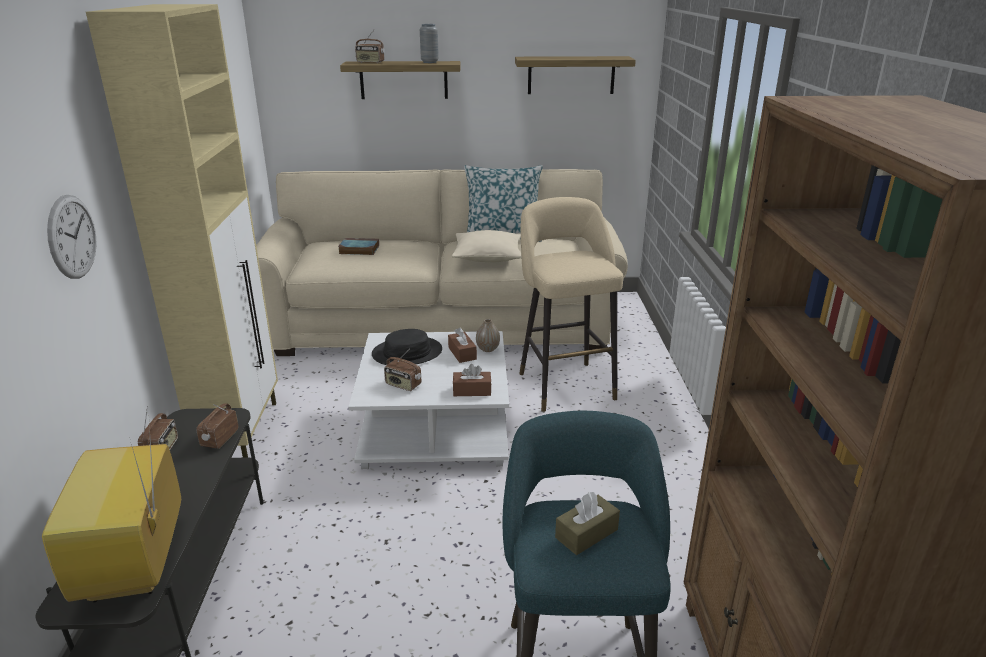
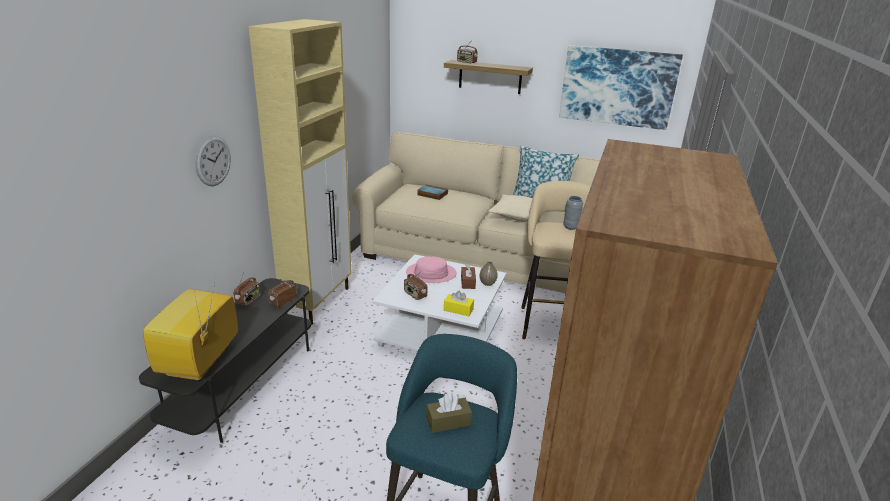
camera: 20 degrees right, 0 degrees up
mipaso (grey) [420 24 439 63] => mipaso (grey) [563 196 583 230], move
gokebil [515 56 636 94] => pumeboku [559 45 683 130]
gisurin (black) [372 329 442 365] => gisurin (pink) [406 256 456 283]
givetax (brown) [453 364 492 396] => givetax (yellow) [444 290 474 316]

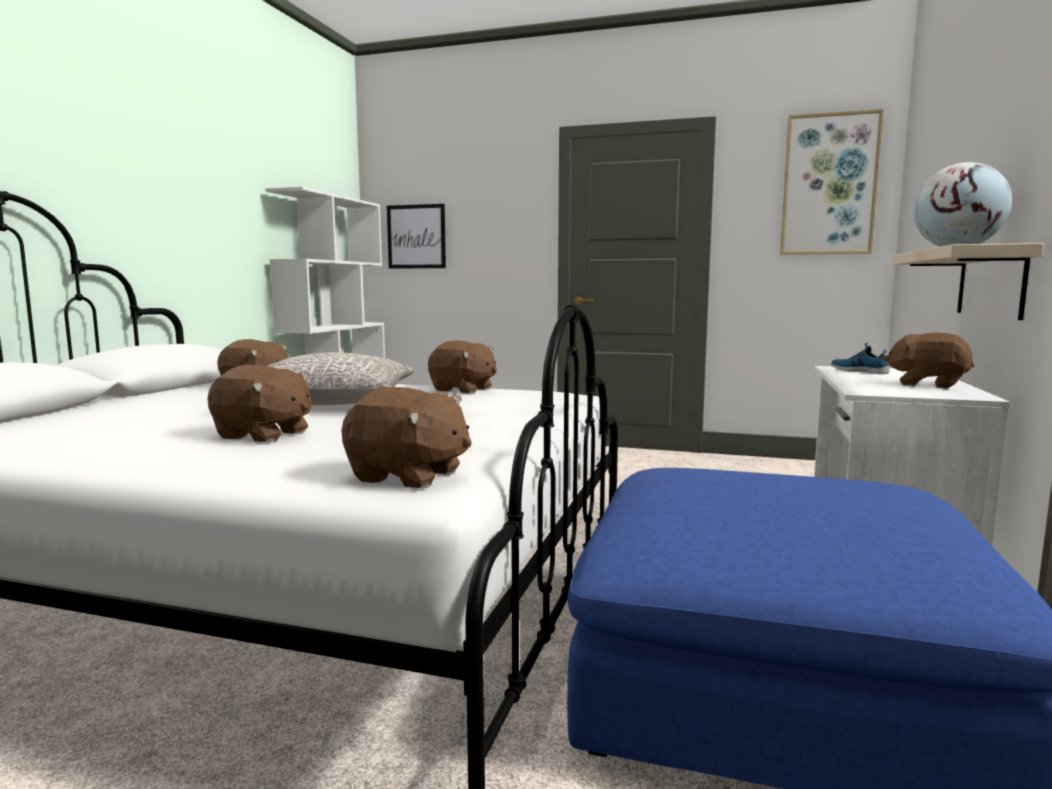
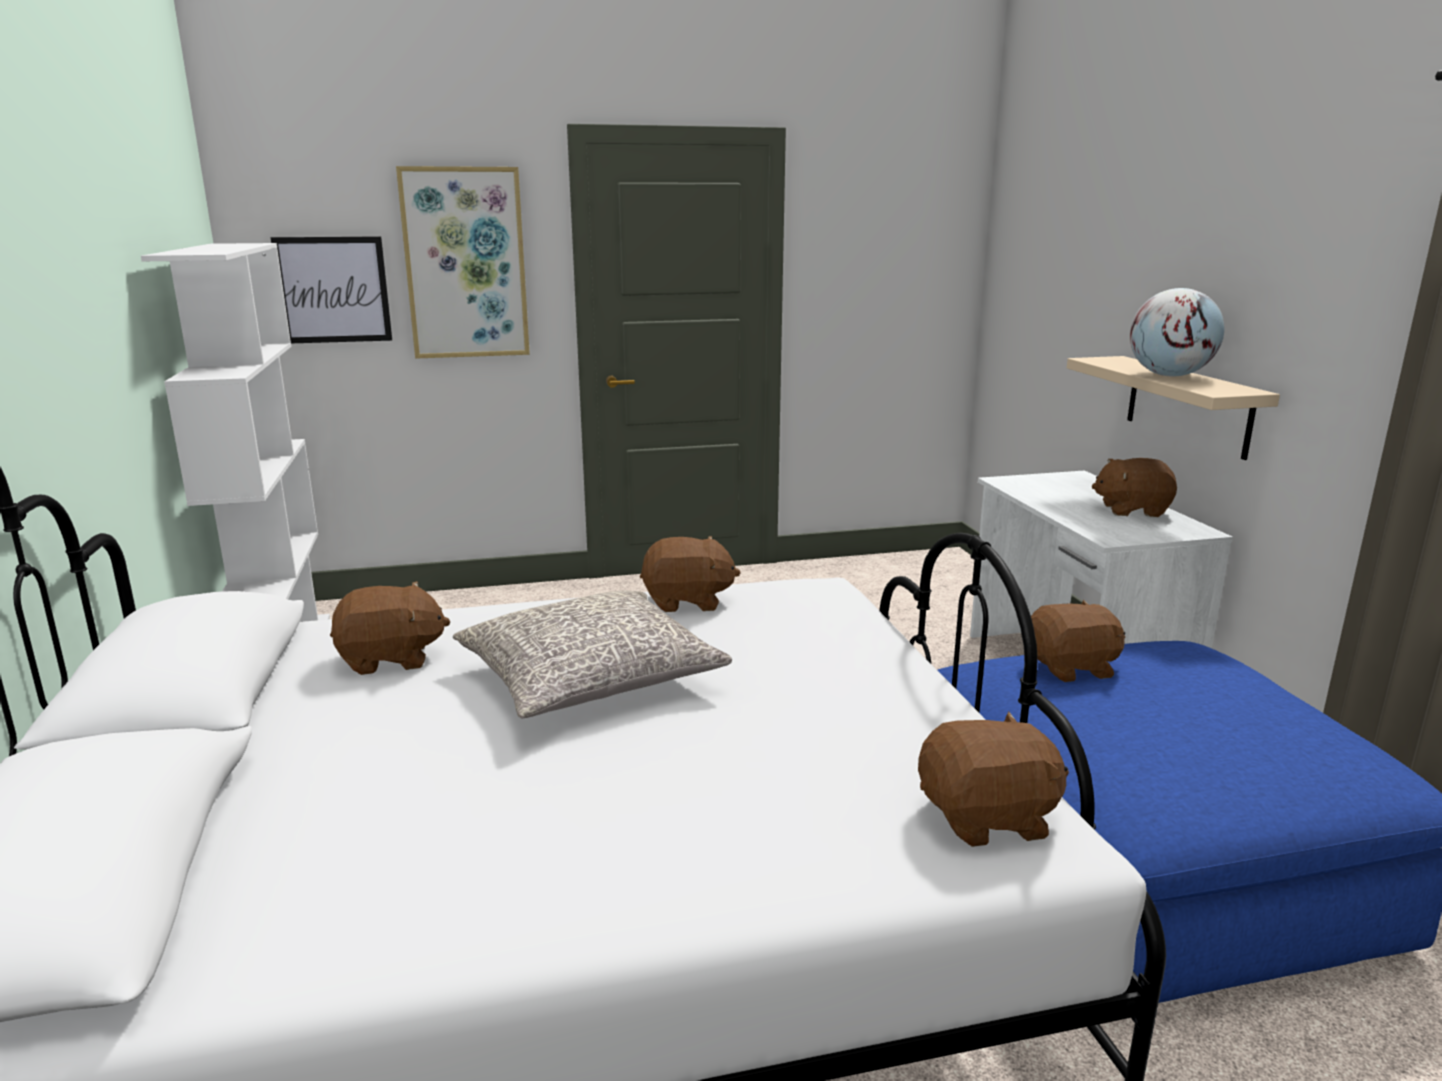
camera: 30 degrees left, 10 degrees up
pumeboku [780 109 884 255] => pumeboku [396 166 530 359], move
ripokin [831 343 890 374] => nothing
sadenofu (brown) [207 365 311 443] => sadenofu (brown) [1031 600 1125 682], move

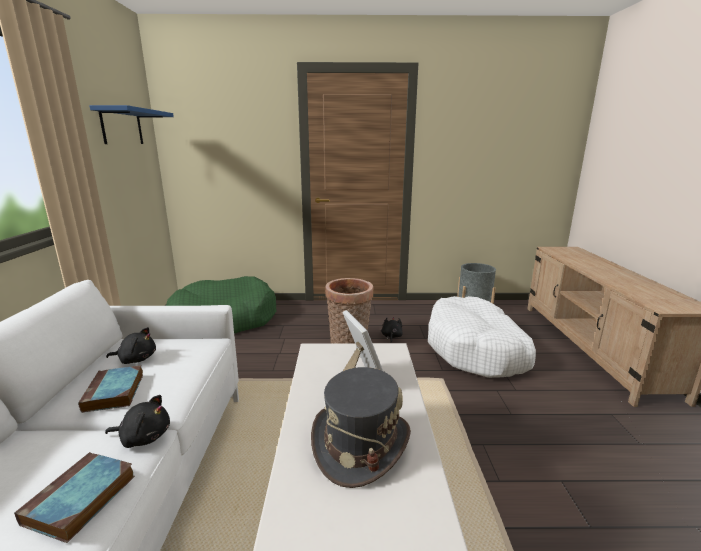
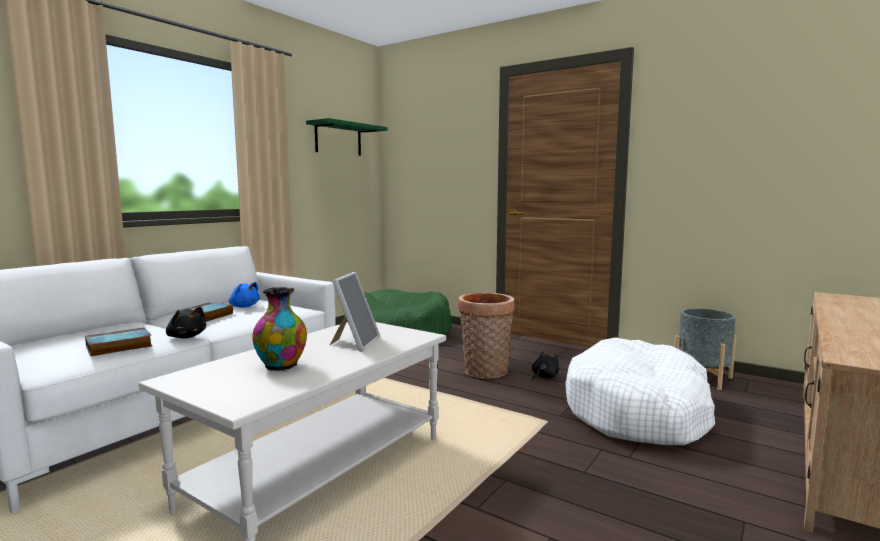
camera: 35 degrees right, 10 degrees down
gokebil (blue) [89 105 174 144] => gokebil (green) [306 118 387 156]
sadenofu (black) [106 327 156 364] => sadenofu (blue) [229 282 260 308]
gisurin (grey) [311 367 411 488] => mipaso [252 287 307 371]

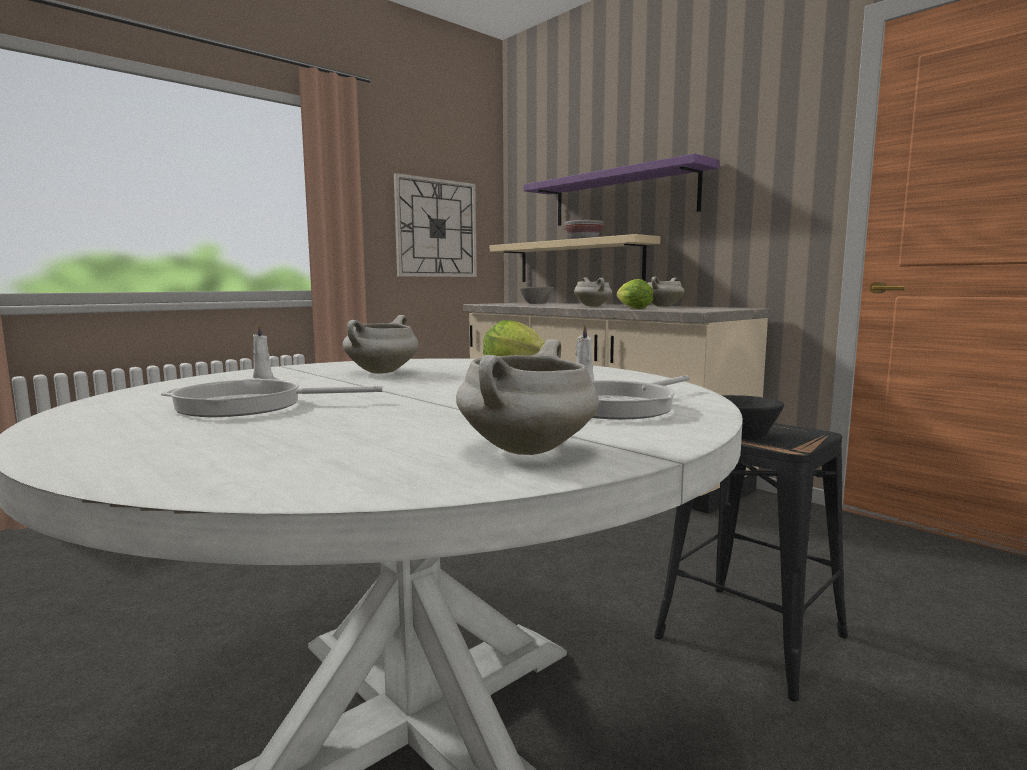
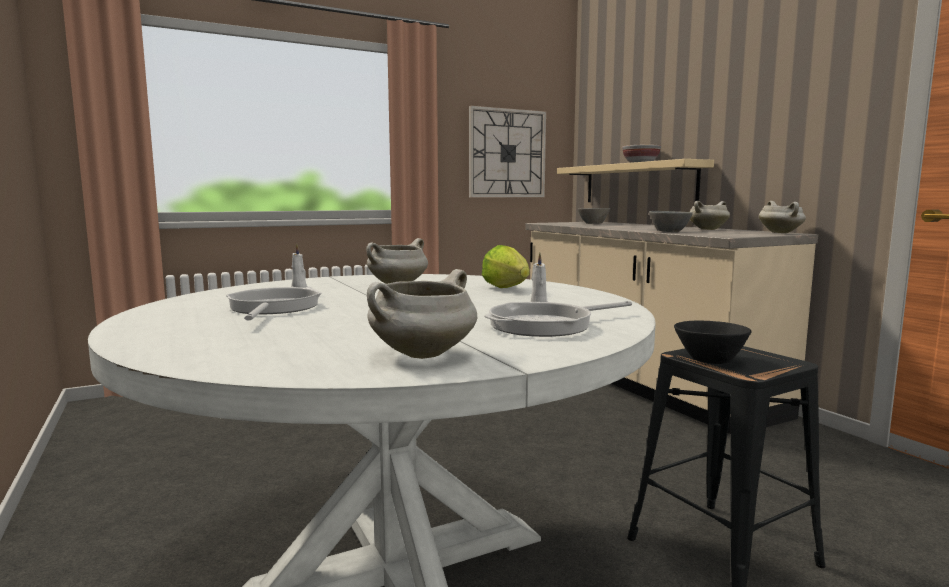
camera: 15 degrees right, 0 degrees up
gokebil (purple) [524 154 719 226] => nothing
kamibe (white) [574 278 612 306] => kamibe (white) [759 201 806 233], move
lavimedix [616 279 653 309] => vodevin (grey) [649 211 693 232]
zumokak [161 379 383 417] => zumokak [226 287 322 321], 75 degrees clockwise

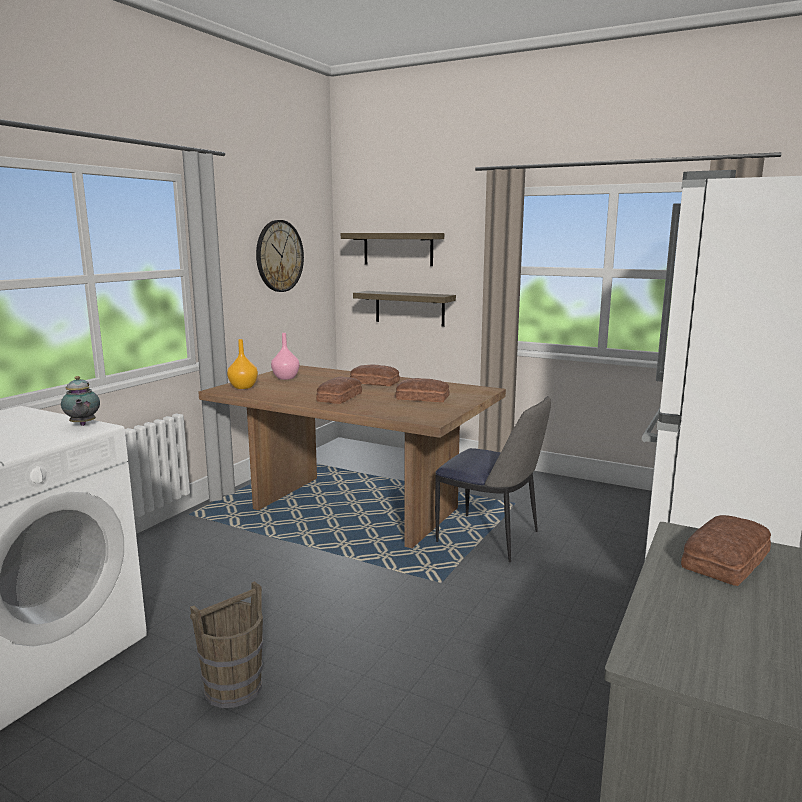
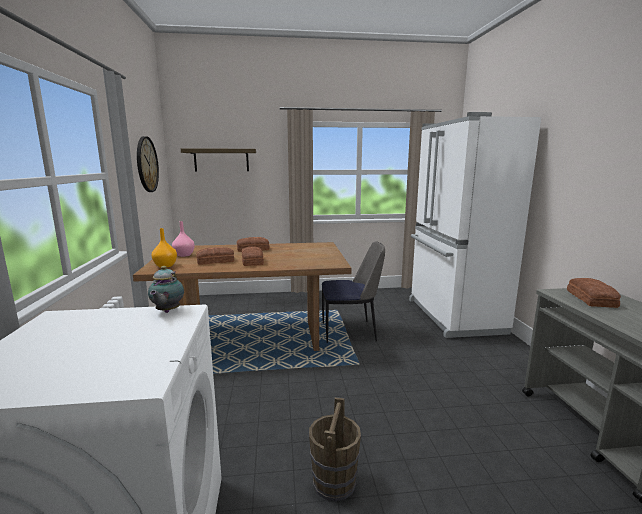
camera: 35 degrees left, 0 degrees up
gokebil [353 291 456 327] => nothing
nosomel [61 376 100 426] => nosomel [148 266 184 313], 60 degrees clockwise
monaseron [395 378 450 402] => monaseron [196 247 234 265], move

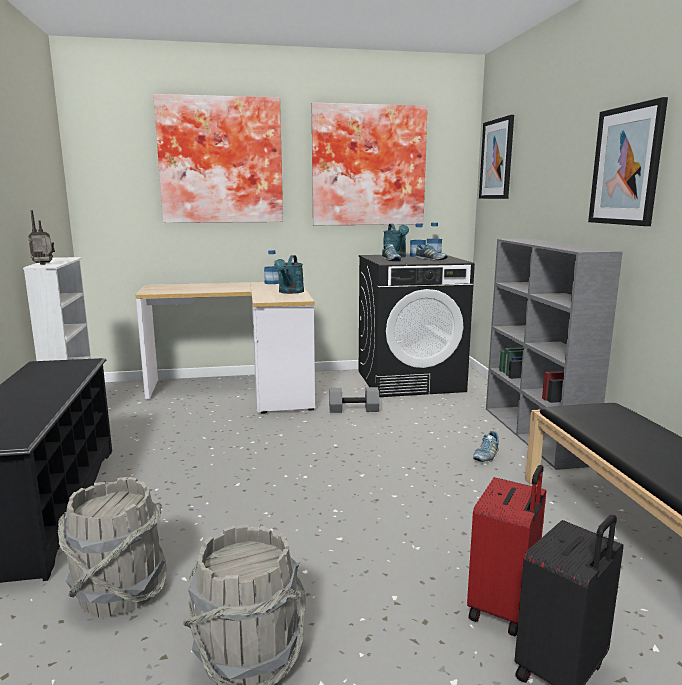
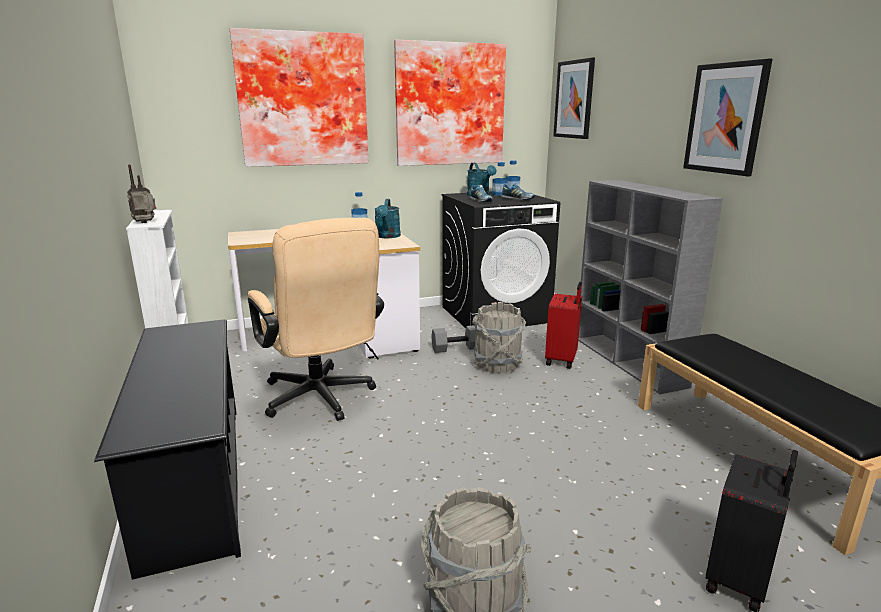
camera: 10 degrees left, 5 degrees up
ripokin [473 431 499 462] => nothing
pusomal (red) [467 465 546 636] => pusomal (red) [545 282 582 369], move
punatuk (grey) [58 477 167 617] => punatuk (grey) [472 302 526 374], move
nothing => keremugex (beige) [248 218 384 421]

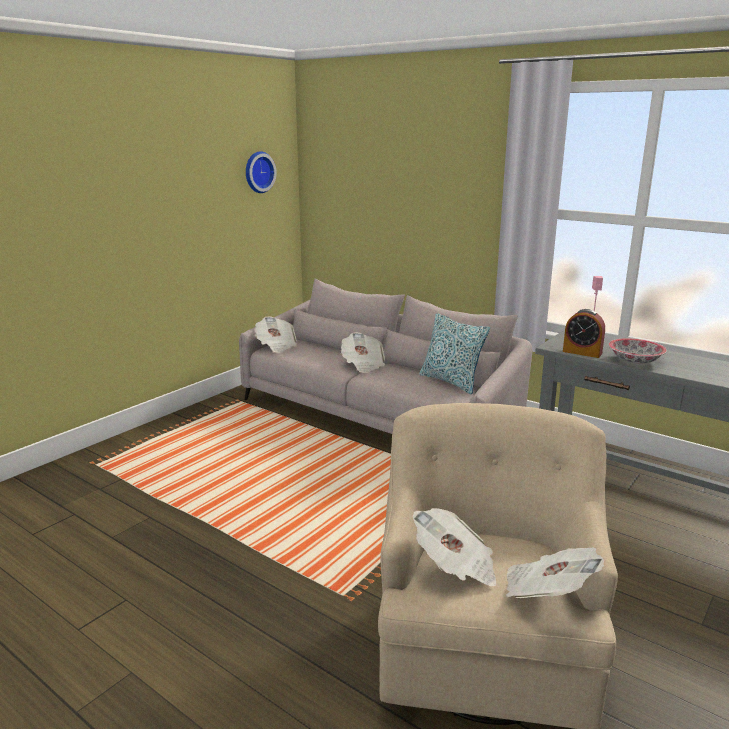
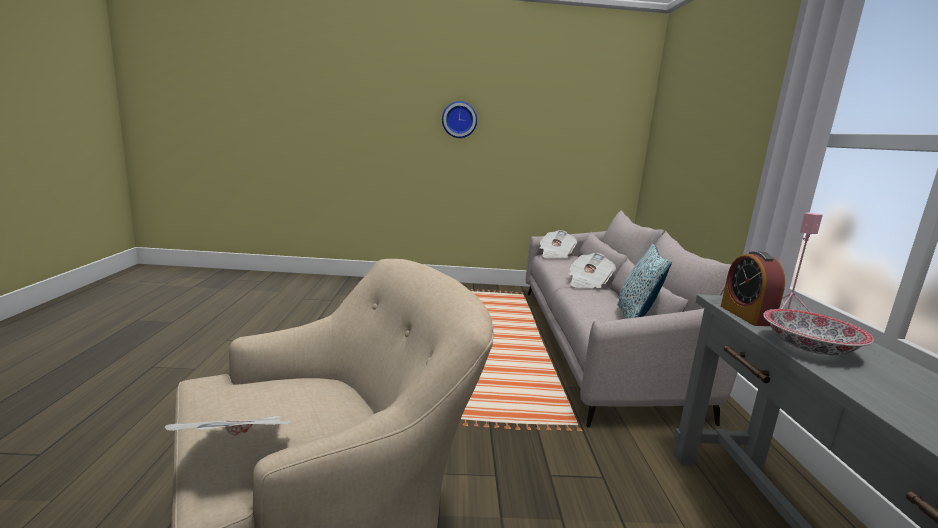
camera: 50 degrees right, 5 degrees down
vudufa [246 151 277 193] => vudufa [442 101 477 138], move
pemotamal [413 508 497 587] => nothing

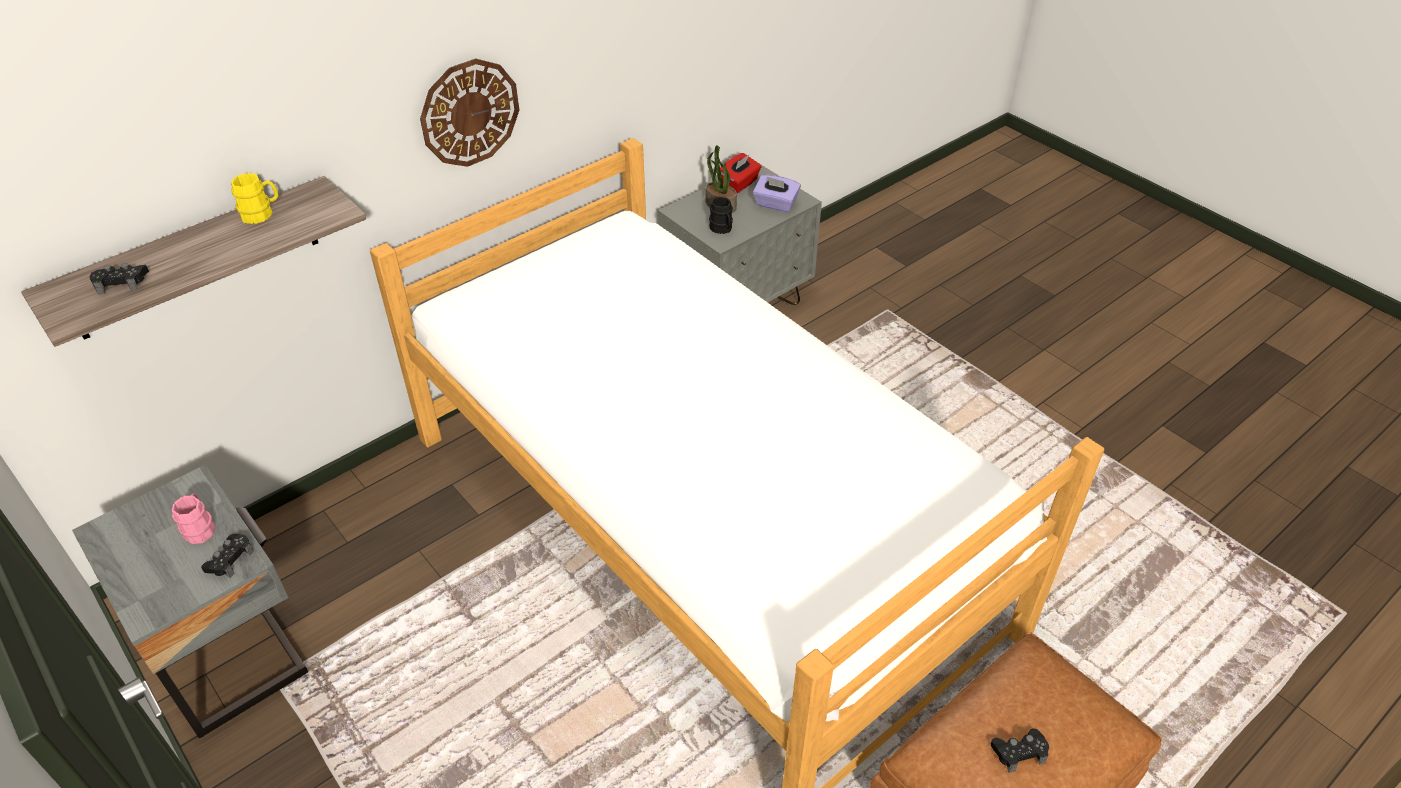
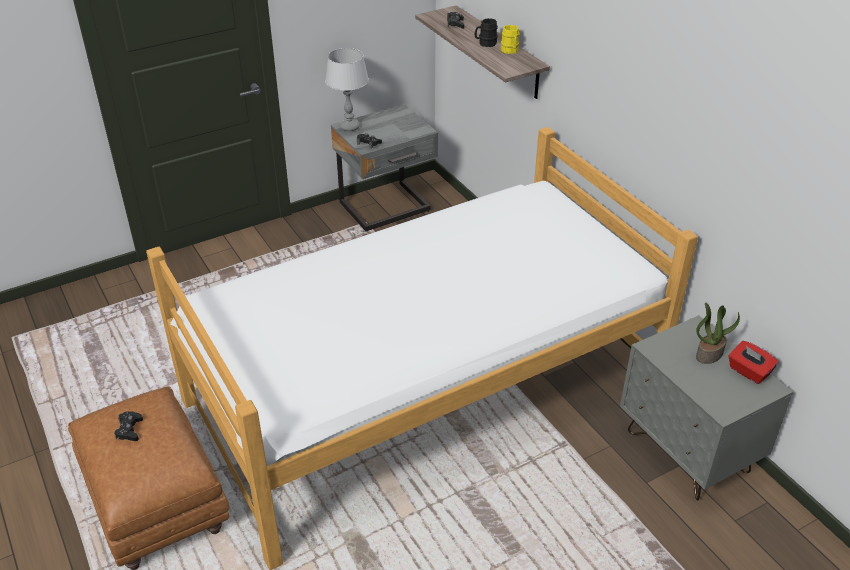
camera: 100 degrees right, 5 degrees down
vudufa [420 58 519 167] => nothing
givetax (purple) [753 175 801 213] => nothing
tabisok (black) [709 197 733 234] => tabisok (black) [474 18 498 47], move
tabisok (pink) [172 494 215 544] => nothing
nothing => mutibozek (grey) [325 48 369 131]

